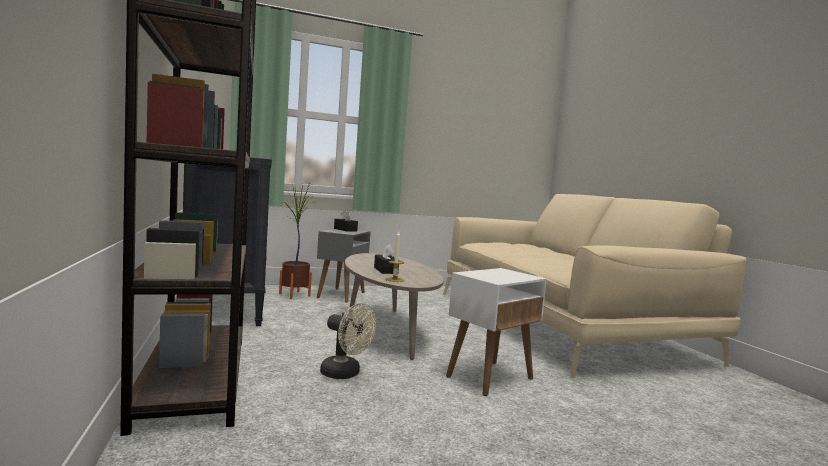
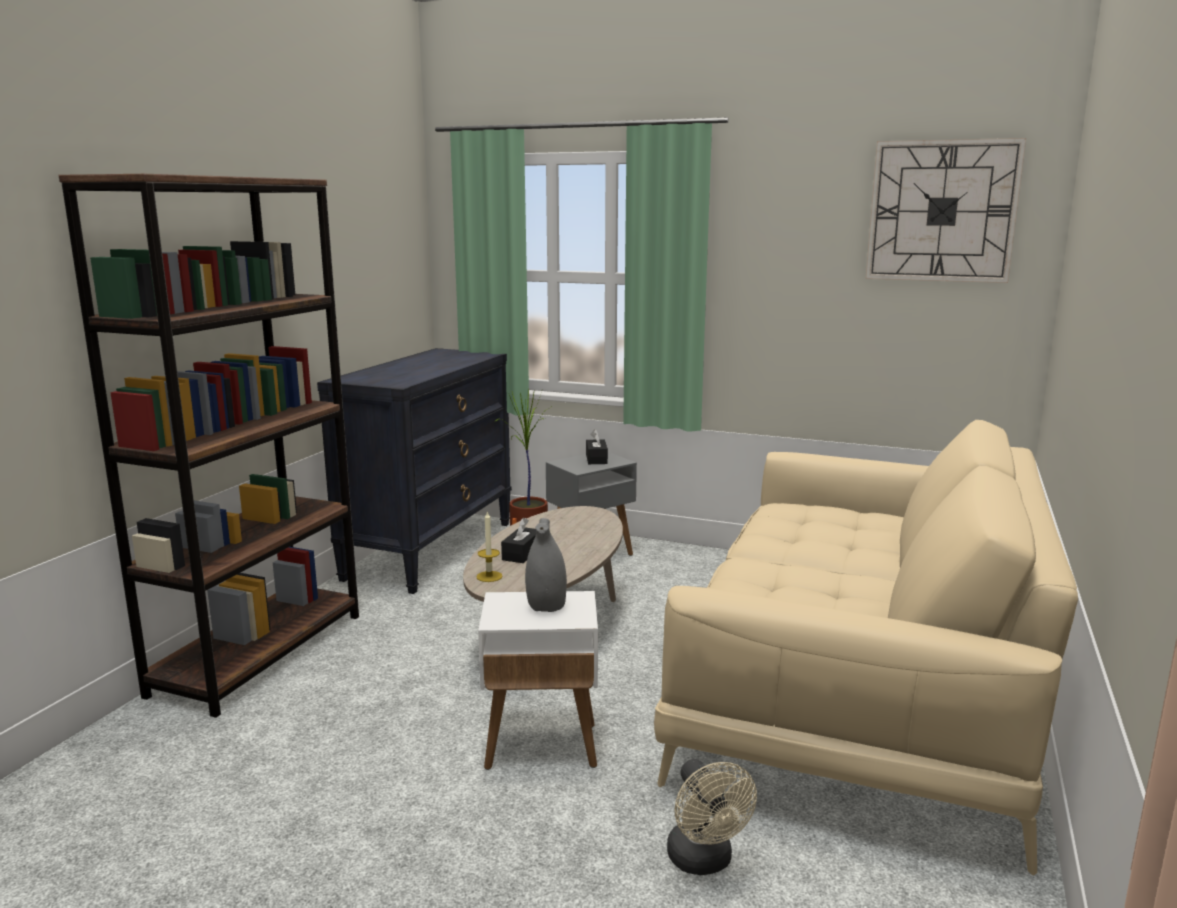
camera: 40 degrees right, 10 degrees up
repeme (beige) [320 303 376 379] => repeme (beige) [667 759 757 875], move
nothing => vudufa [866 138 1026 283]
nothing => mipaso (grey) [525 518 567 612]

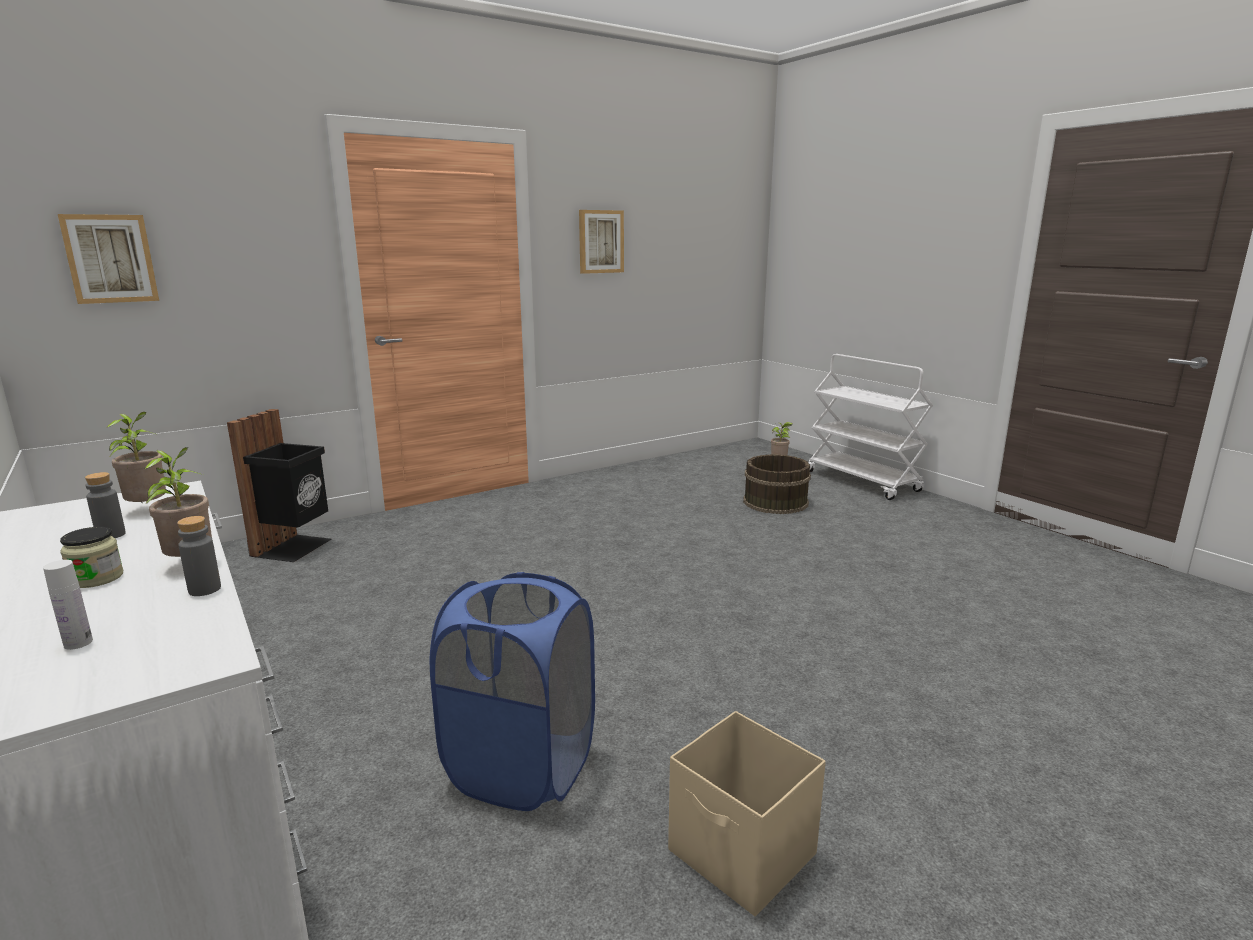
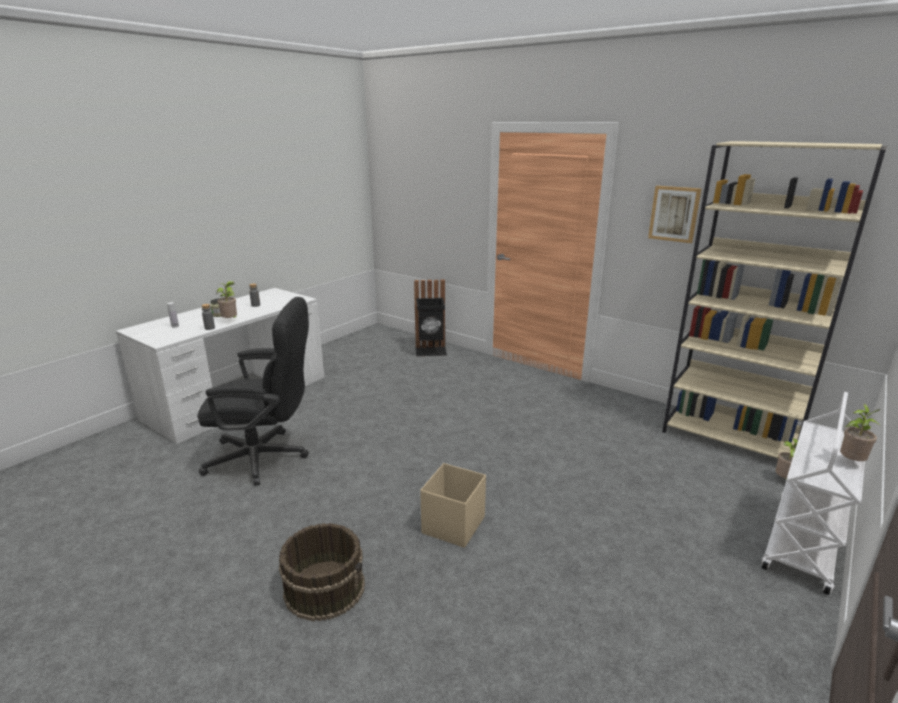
camera: 70 degrees right, 5 degrees up
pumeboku [58 214 159 304] => nothing
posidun [106 412 166 503] => posidun [840 404 881 461], move
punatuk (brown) [743 454 811 514] => punatuk (brown) [279 523 365 621], move
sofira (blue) [430 572 595 811] => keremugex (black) [197 297 309 486]
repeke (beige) [668 711 826 916] => repeke (beige) [420 463 486 548], move
nothing => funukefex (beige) [662 141 886 458]

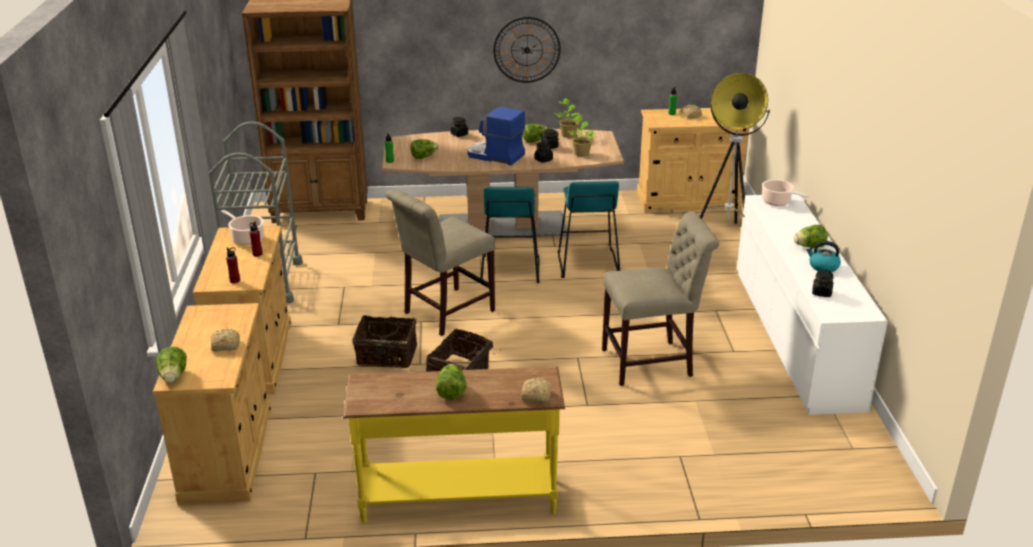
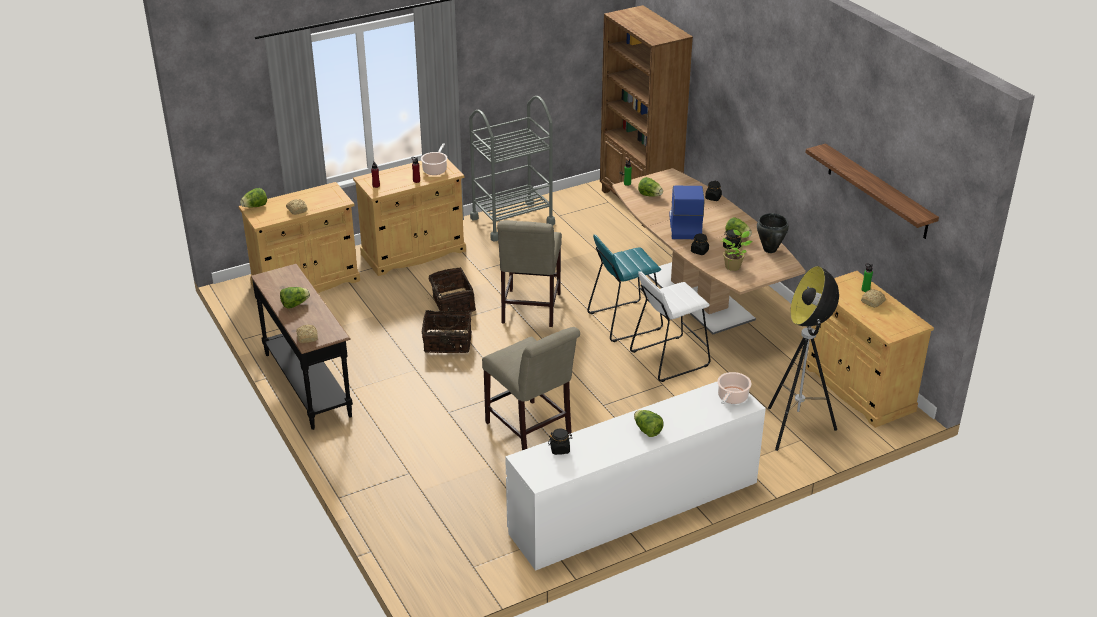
camera: 65 degrees right, 5 degrees up
vudufa [494 17 561 83] => nothing
posidun [554 98 581 138] => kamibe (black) [757 213 789 253]
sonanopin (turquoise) [558 181 620 278] => sonanopin (white) [630 271 711 382]
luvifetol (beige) [386 190 496 336] => luvifetol (beige) [497 220 562 327], 105 degrees counterclockwise
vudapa [806 241 841 272] => nothing
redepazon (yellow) [343 366 565 524] => redepazon (black) [251 264 353 430]
nothing => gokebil [805 143 939 239]

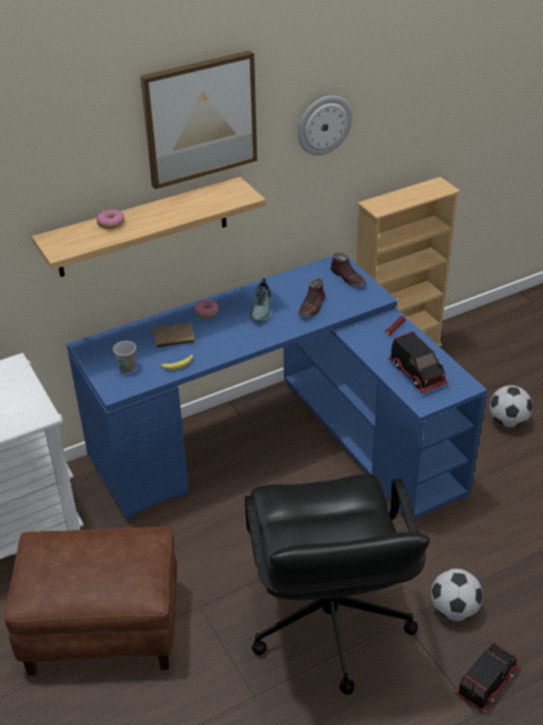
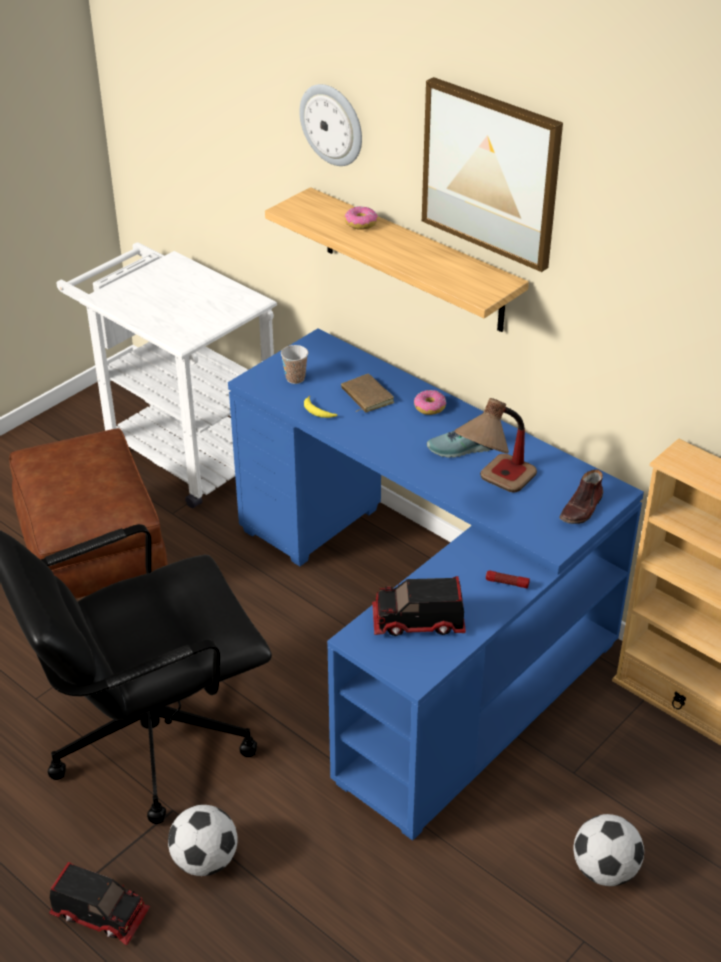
camera: 70 degrees right, 0 degrees up
vudufa [298 95 352 155] => vudufa [299 84 362 166], move
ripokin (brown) [298 279 325 317] => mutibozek [454 398 537 492]
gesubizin [388 331 448 393] => gesubizin [372 576 466 636], 45 degrees clockwise

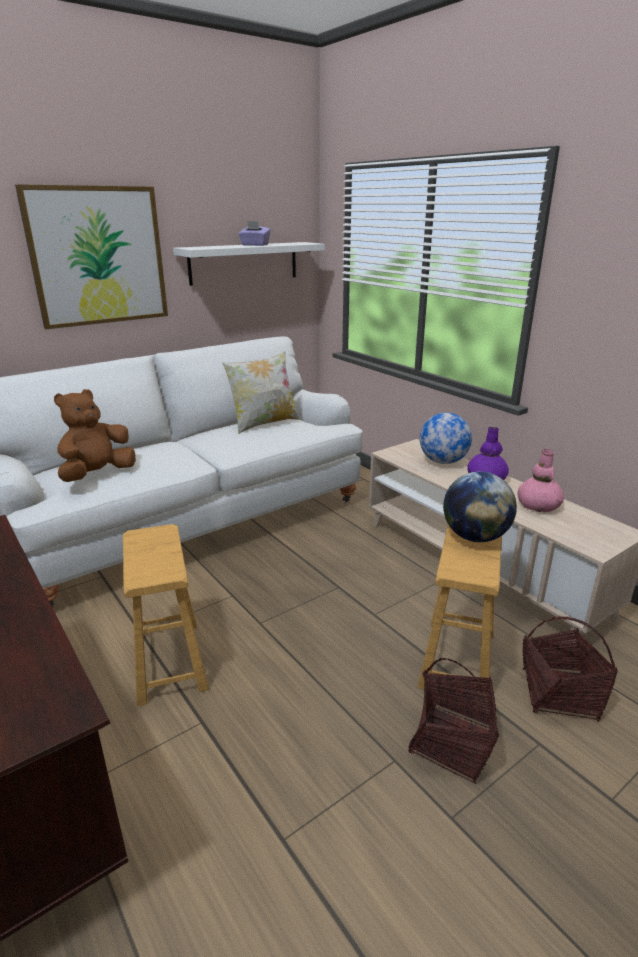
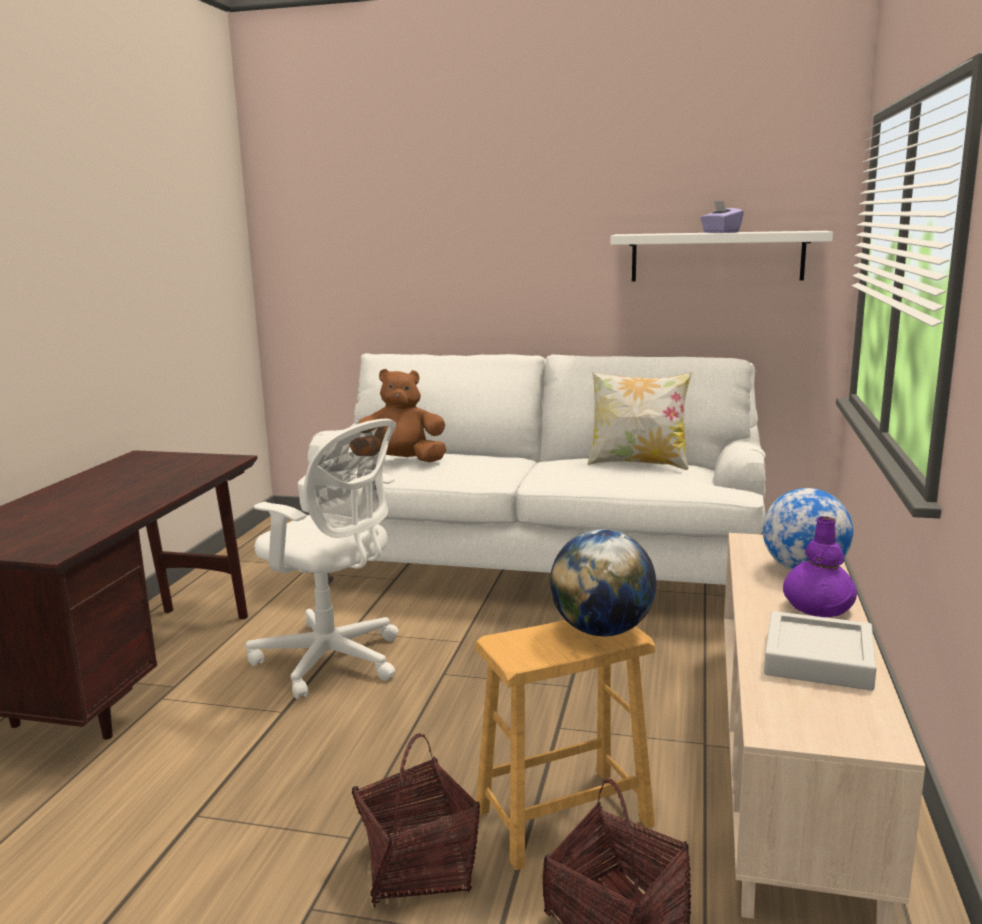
camera: 50 degrees right, 10 degrees down
pumeboku [15 184 168 329] => nothing
mipaso (pink) [517 449 564 512] => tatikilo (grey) [764 611 876 691]
sonanopin (brown) [123 524 209 706] => keremugex (white) [246 419 398 699]

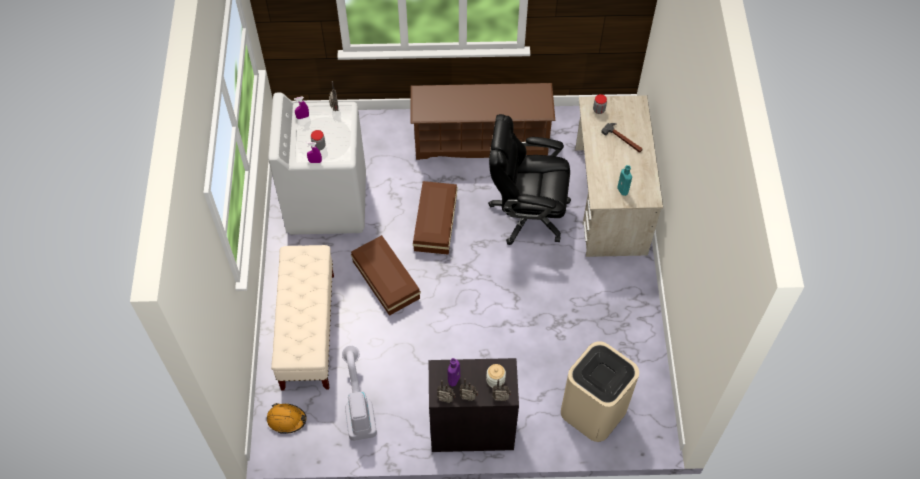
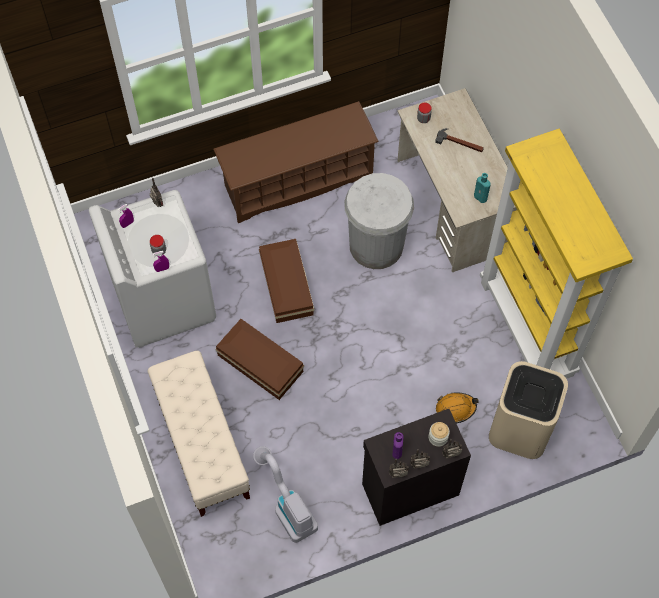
camera: 20 degrees left, 5 degrees up
keremugex (black) [488 114 571 245] => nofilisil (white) [344 173 414 269]
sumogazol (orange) [267 403 307 434] => sumogazol (orange) [436 392 479 423], move
nothing => funukefex (yellow) [480 129 633 379]

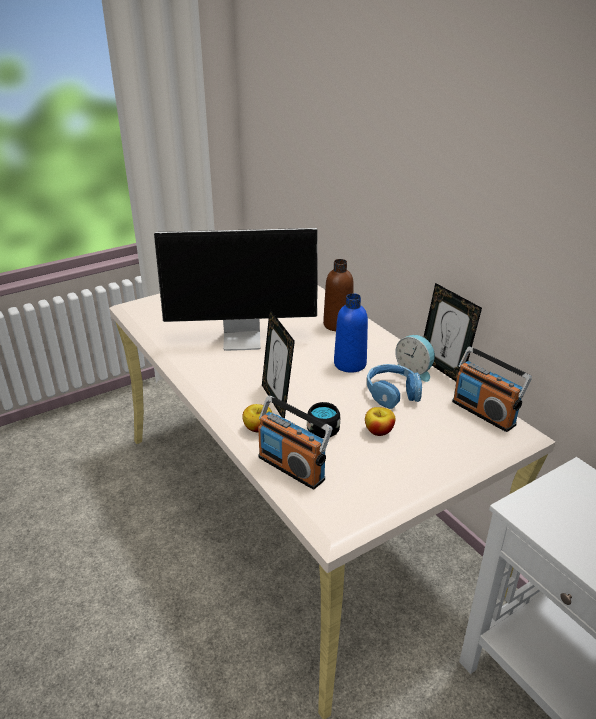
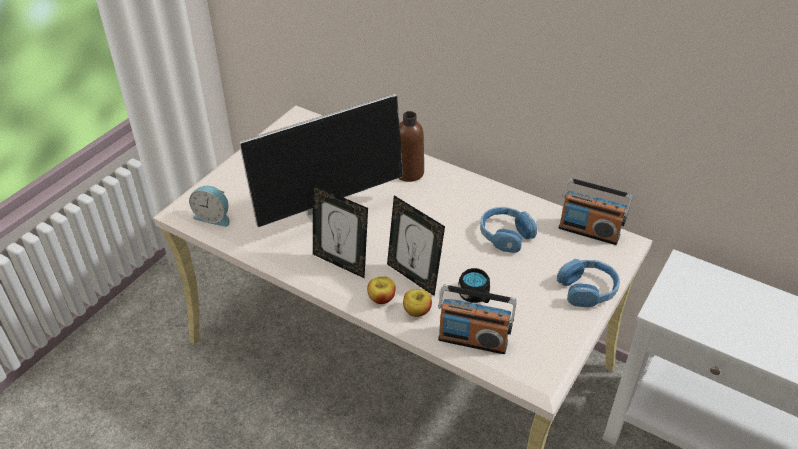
camera: 25 degrees left, 10 degrees up
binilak [424 283 482 381] => binilak [313 185 368 278], move
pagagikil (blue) [334 293 368 373] => nothing
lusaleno [395 335 435 382] => lusaleno [189 186 230 227], move
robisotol [365 407 395 436] => robisotol [367 277 396 304], move
nothing => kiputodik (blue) [557 259 620 307]

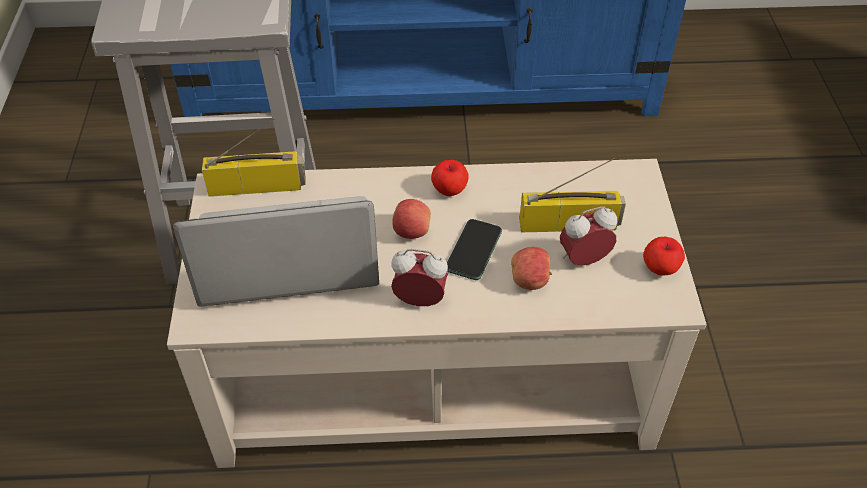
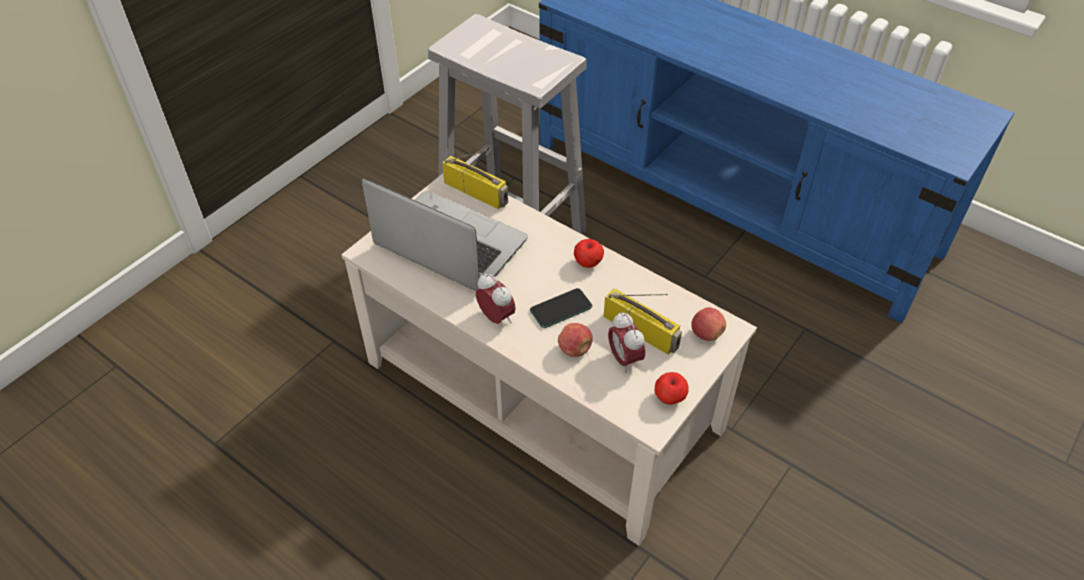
camera: 40 degrees right, 0 degrees up
robisotol [393 199 431 239] => robisotol [691 308 726 341], move
lusaleno [560 207 617 266] => lusaleno [608 312 645 373], 135 degrees counterclockwise

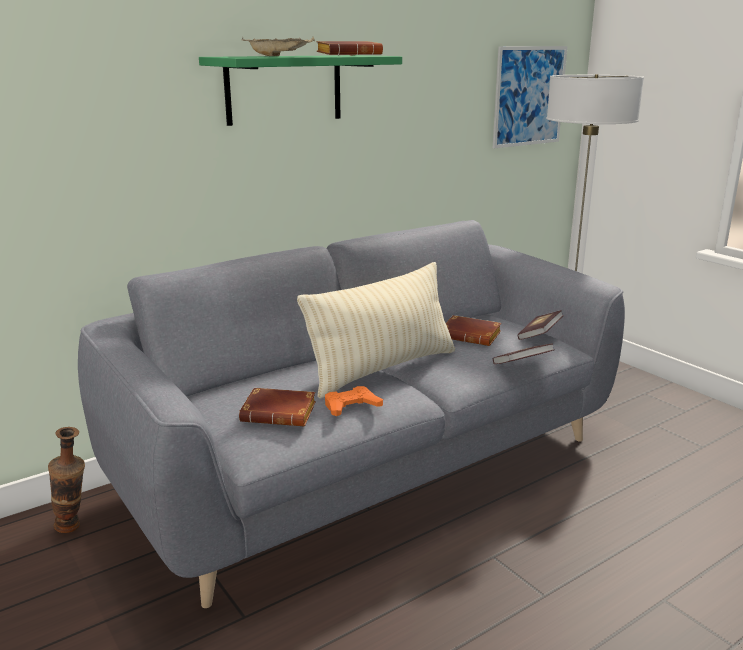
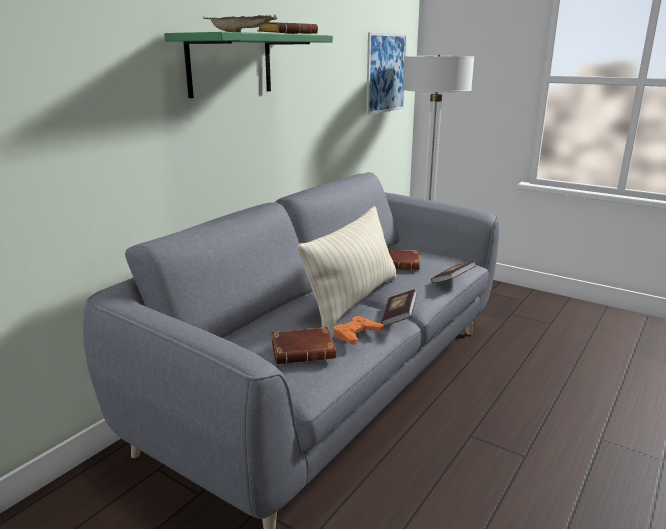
camera: 20 degrees left, 0 degrees up
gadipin [518 310 564 340] => gadipin [381 289 417 326], move
mipaso [48 427 85 533] => nothing

